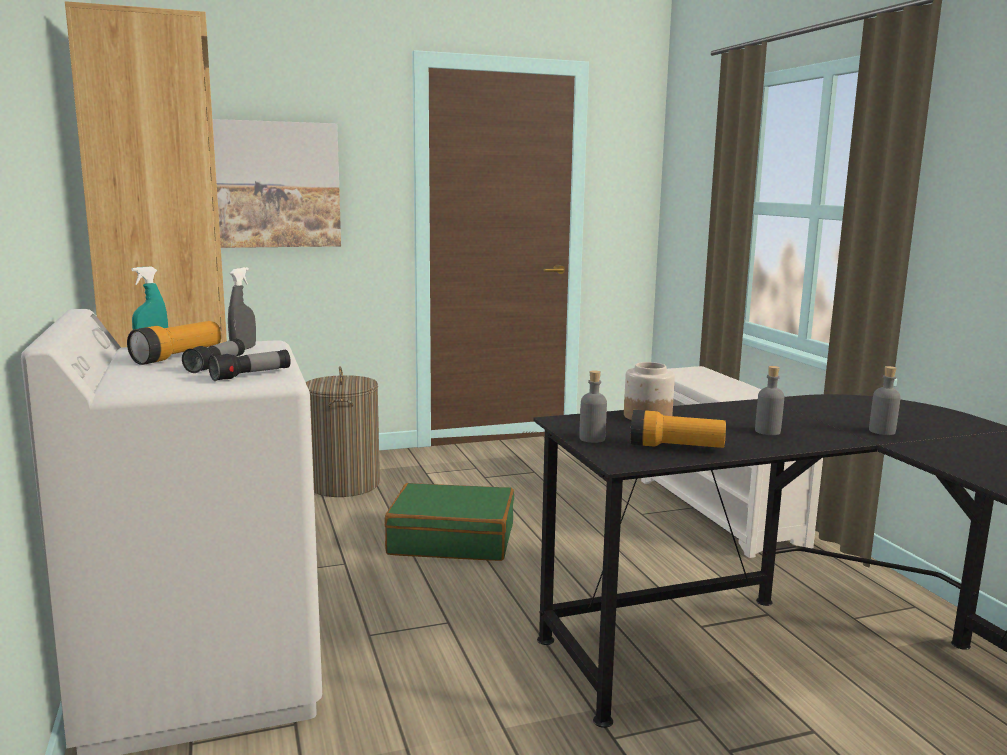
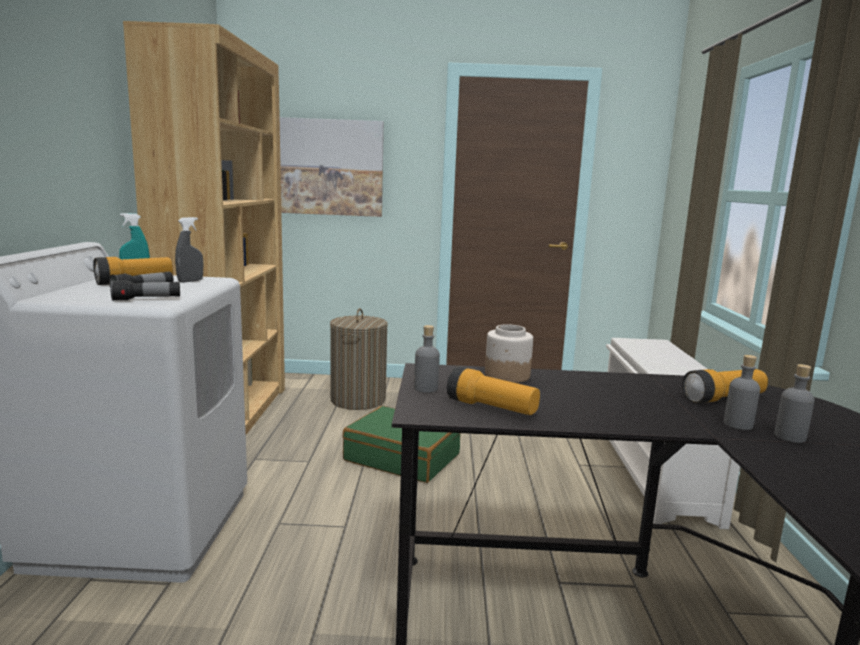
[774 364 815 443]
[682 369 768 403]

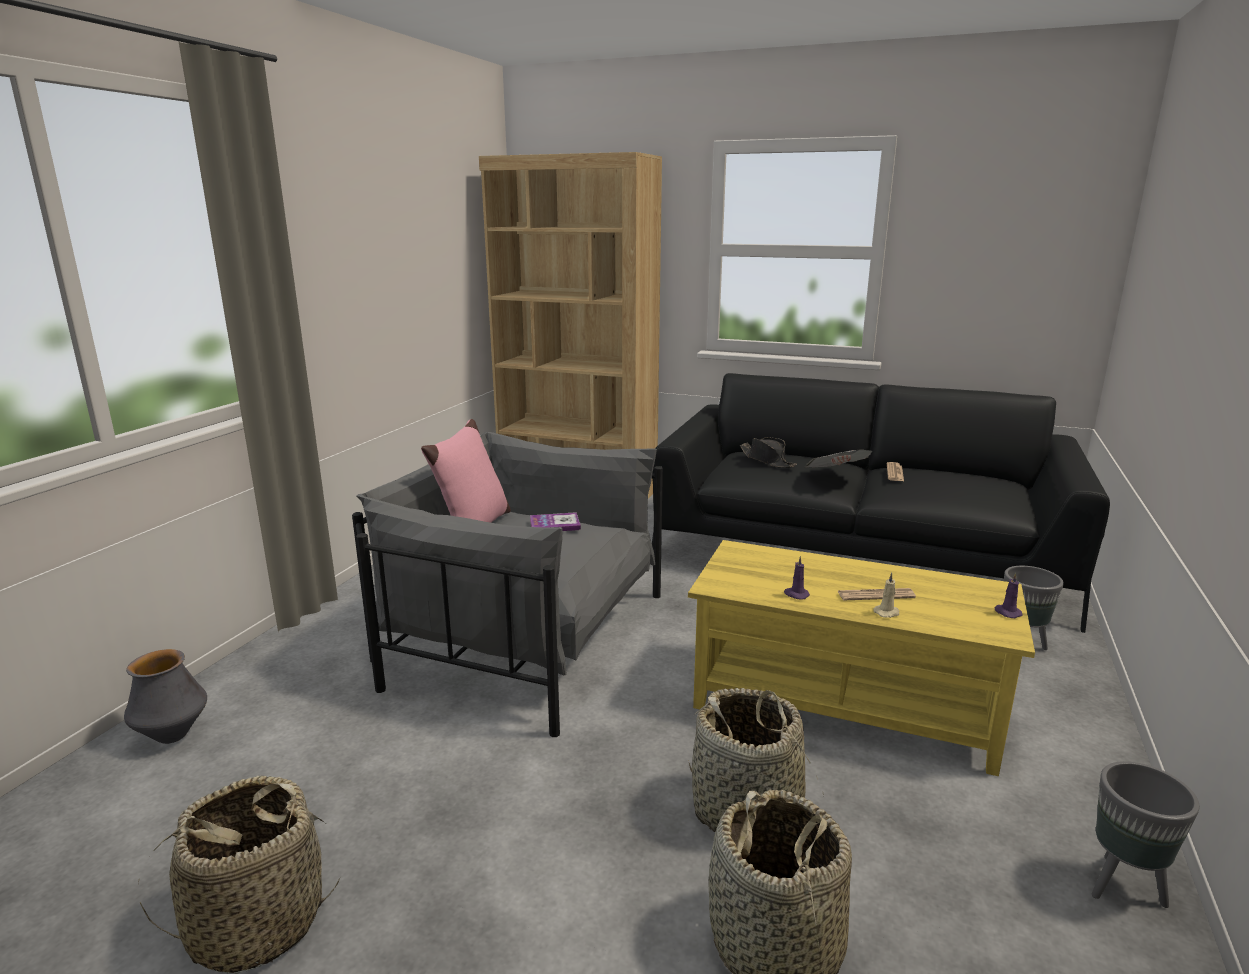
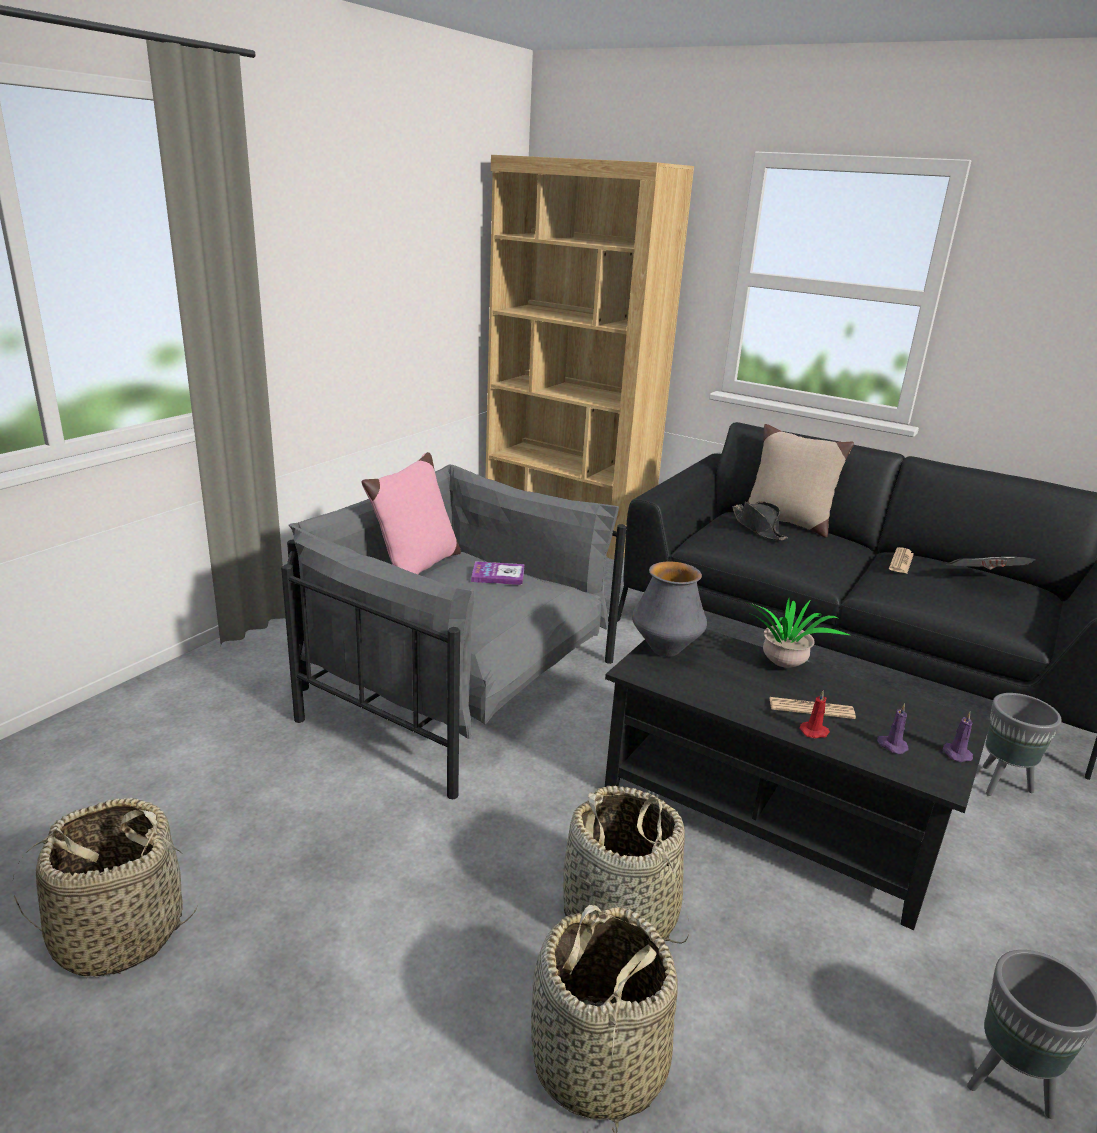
[632 562 707 657]
[605 629 991 930]
[877 704 909 754]
[946 557 1035 570]
[799 690 830 738]
[746 598 849 668]
[747 424 854 538]

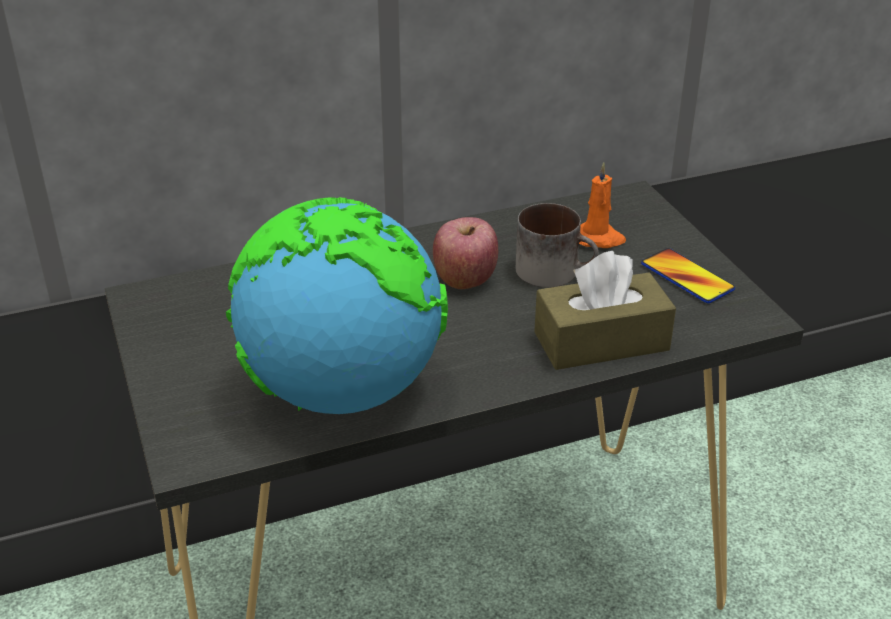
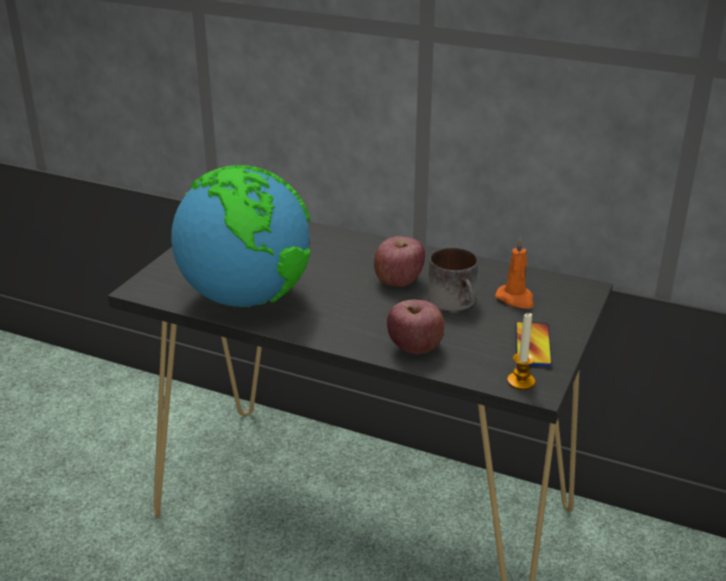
[387 299 444 354]
[507 312 535 390]

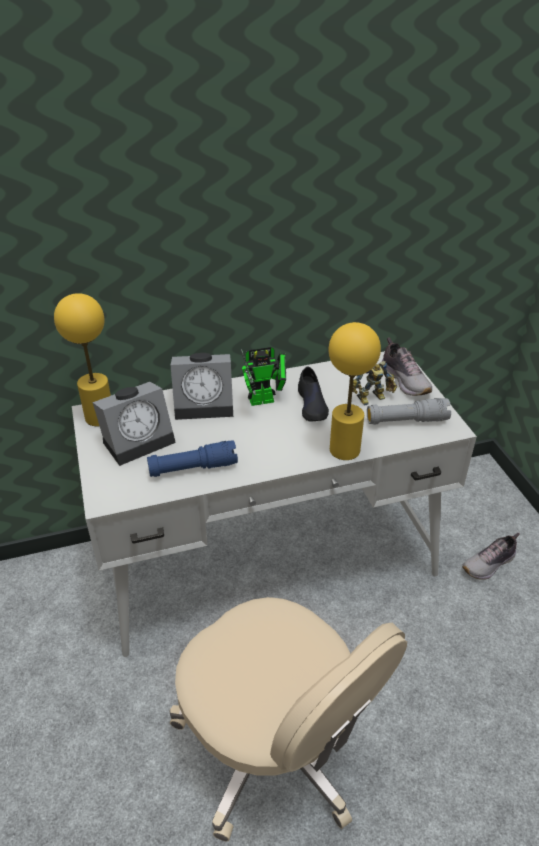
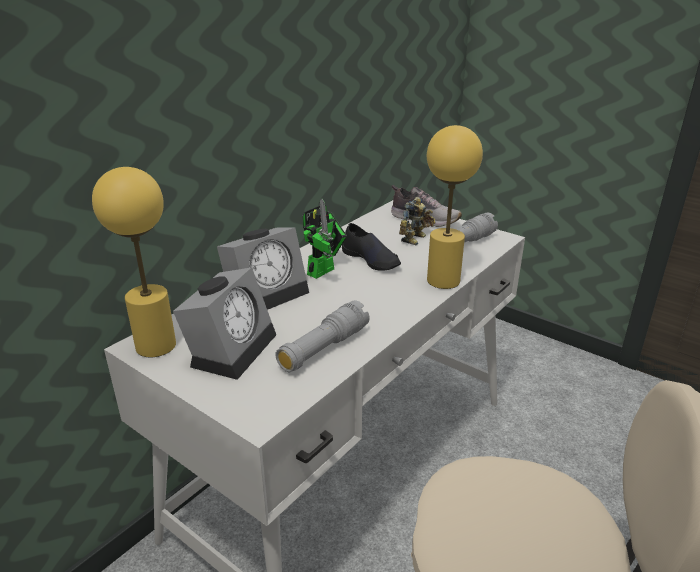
[276 300 370 372]
[462 533 520 580] (first image)

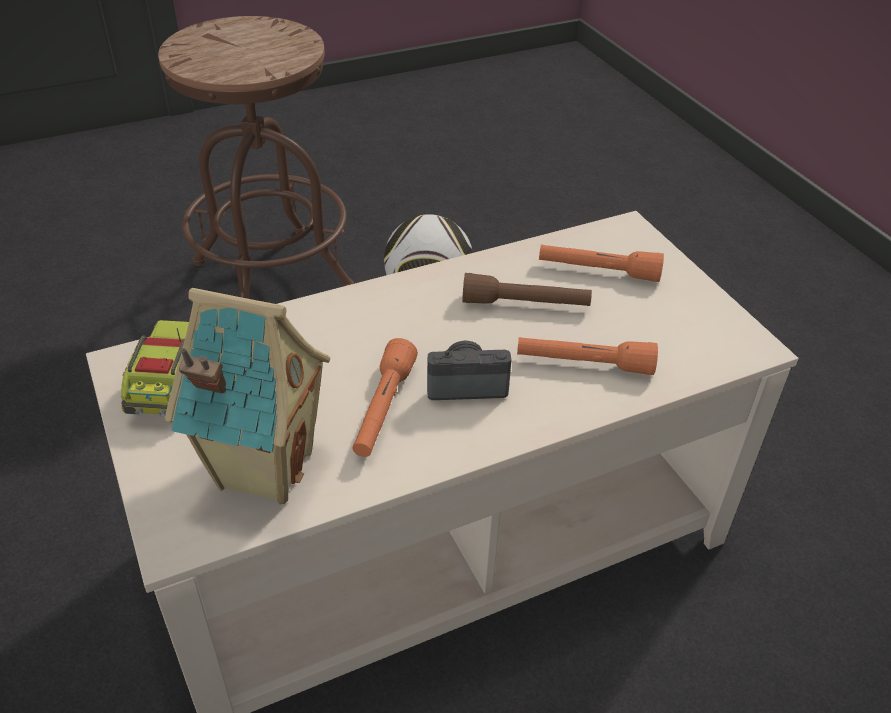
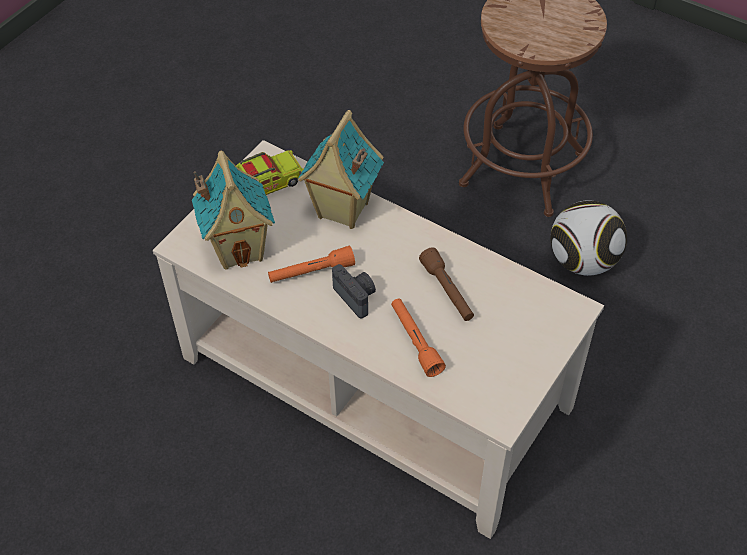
[539 245 664 282] (first image)
[298 110 384 229]

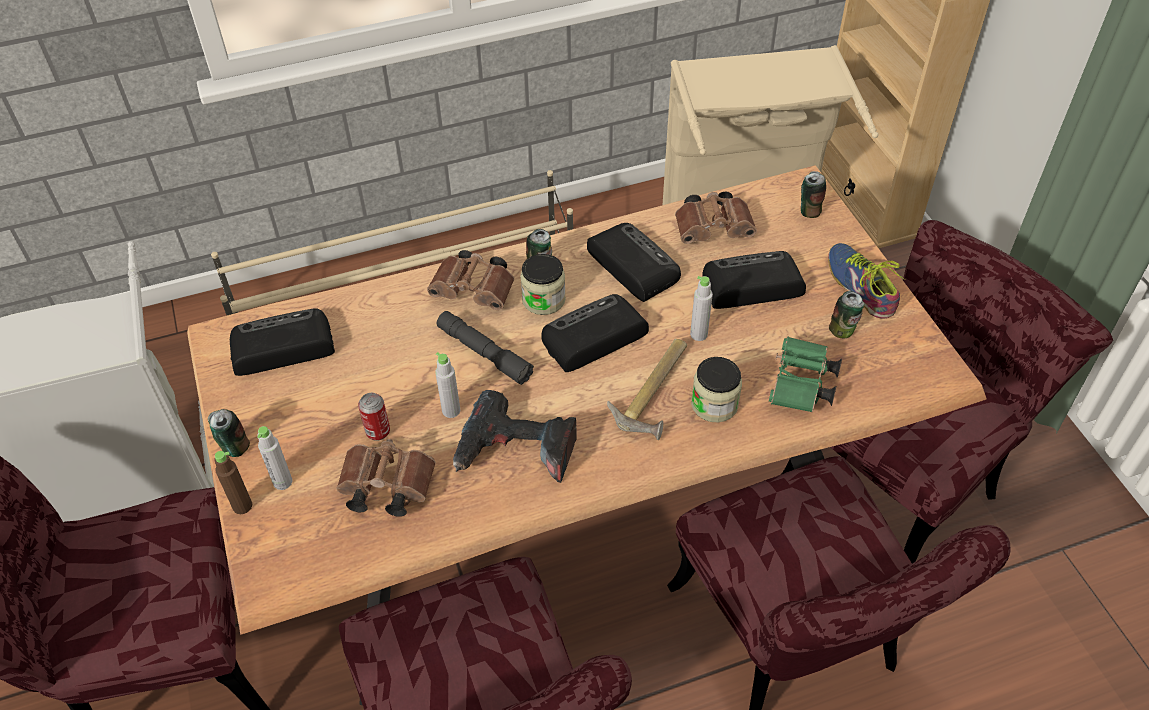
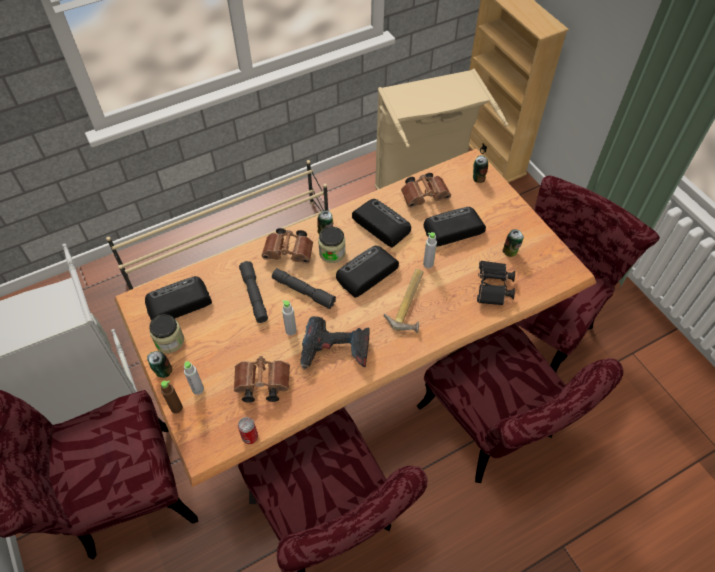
[238 417 258 444]
[149 314 184 353]
[477 260 515 305]
[828 243 906 319] (first image)
[239 261 268 323]

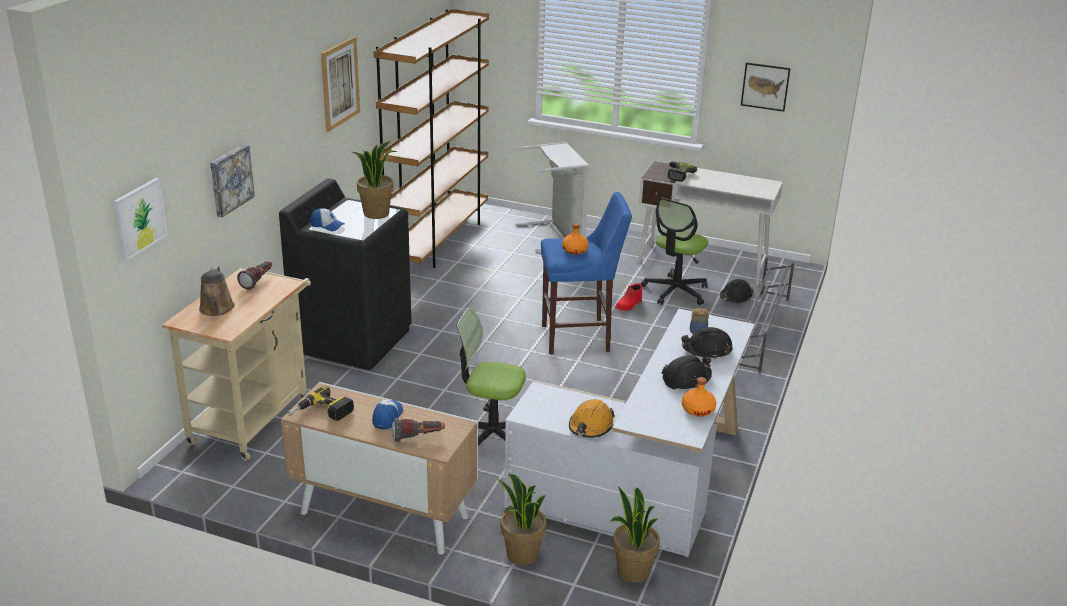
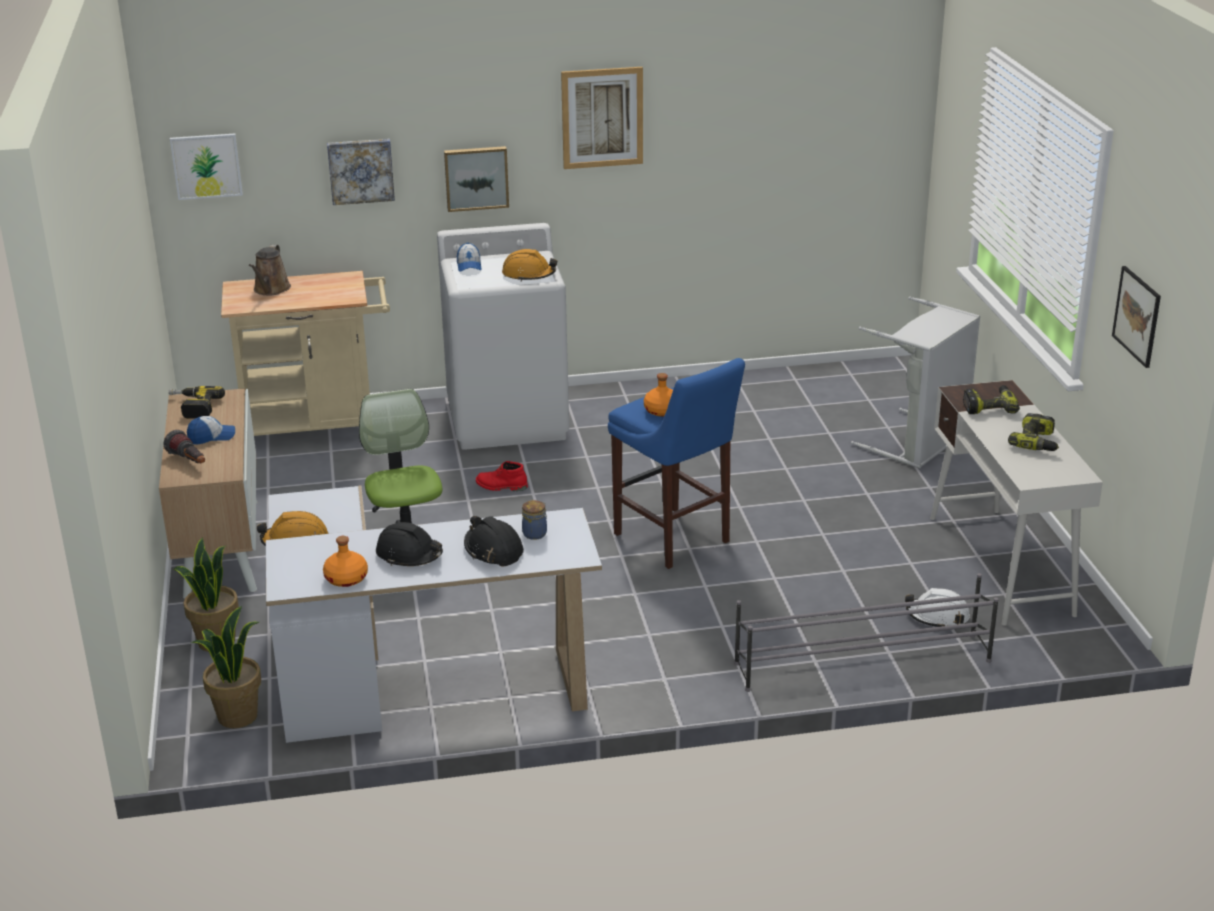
[249 245 291 296]
[237 261 272 290] (first image)
[437 223 569 450]
[502 249 557 282]
[374 9 489 268] (first image)
[476 461 528 491]
[641 197 708 305] (first image)
[905 588 970 627]
[444 146 509 212]
[1008 413 1059 451]

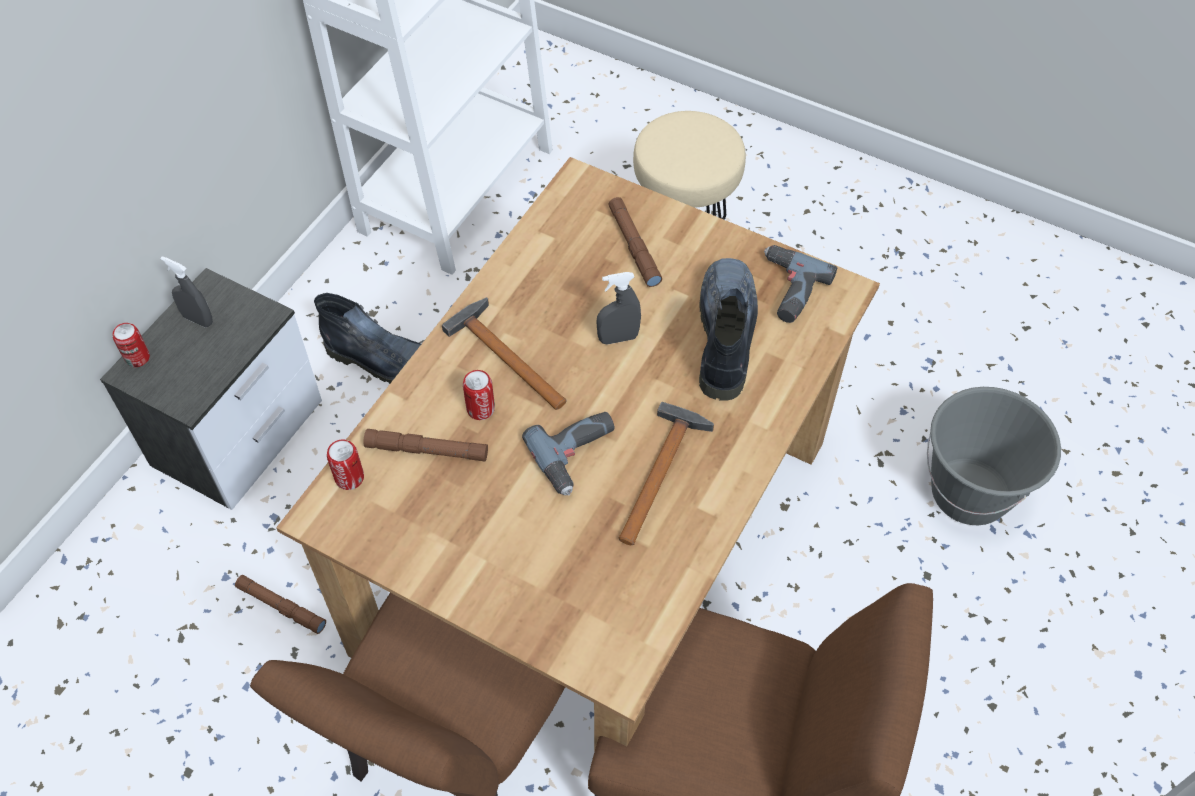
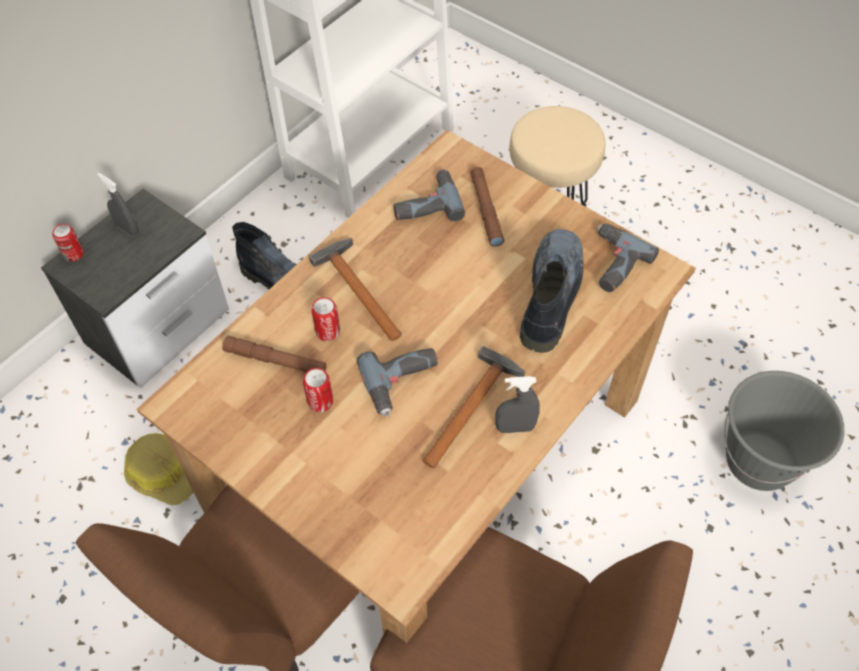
[124 433 193 505]
[303 368 333 412]
[495 376 540 433]
[393 169 465 221]

